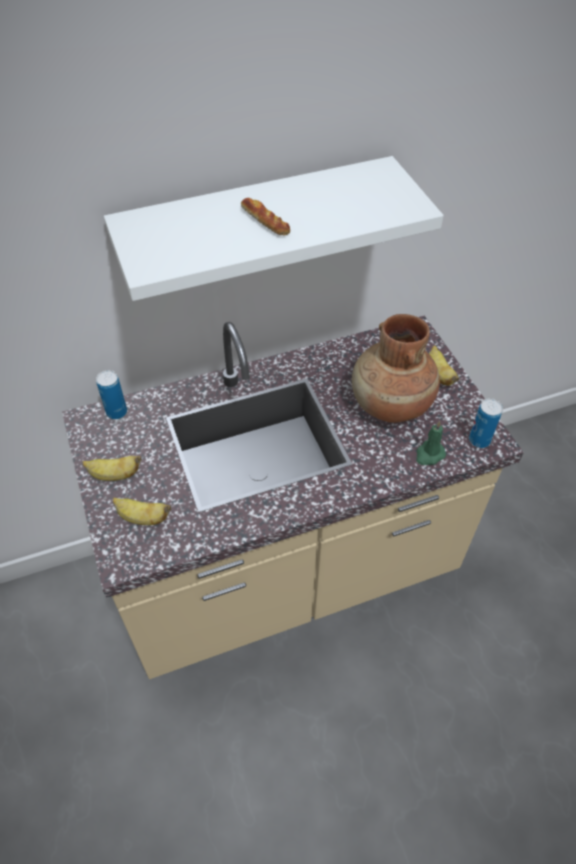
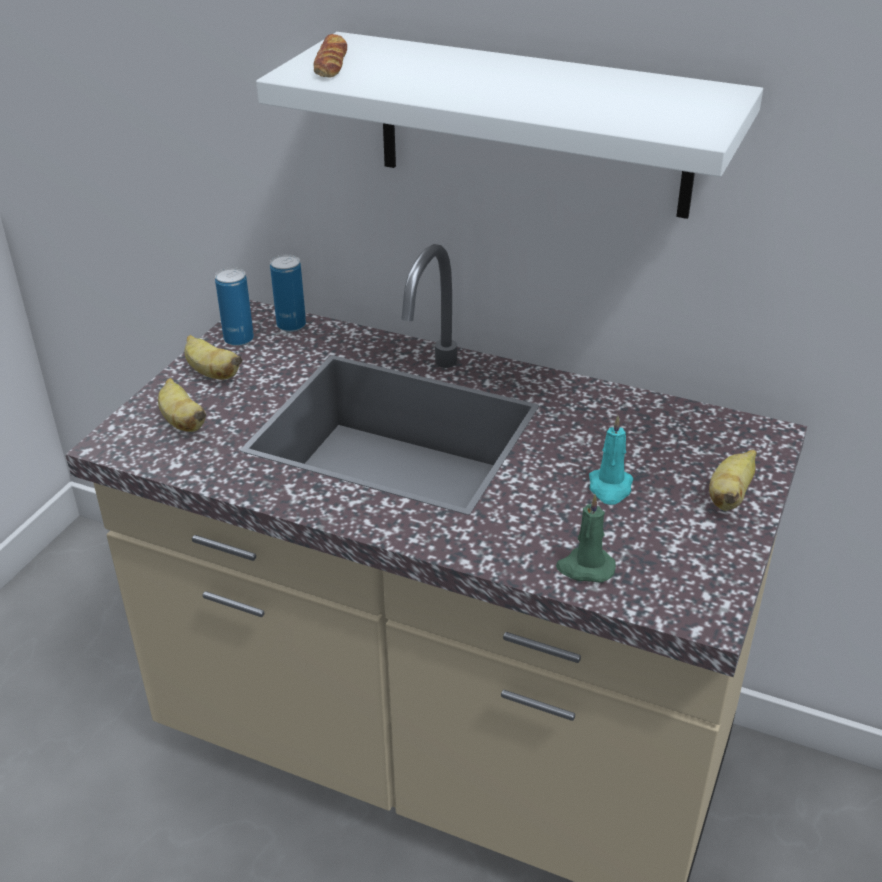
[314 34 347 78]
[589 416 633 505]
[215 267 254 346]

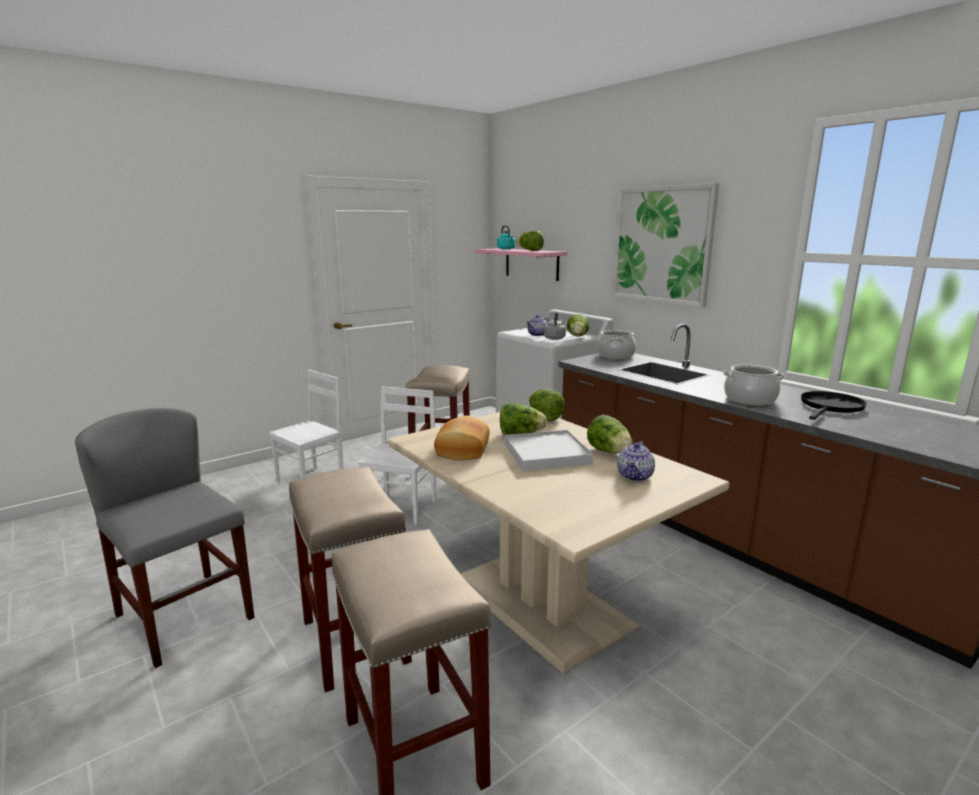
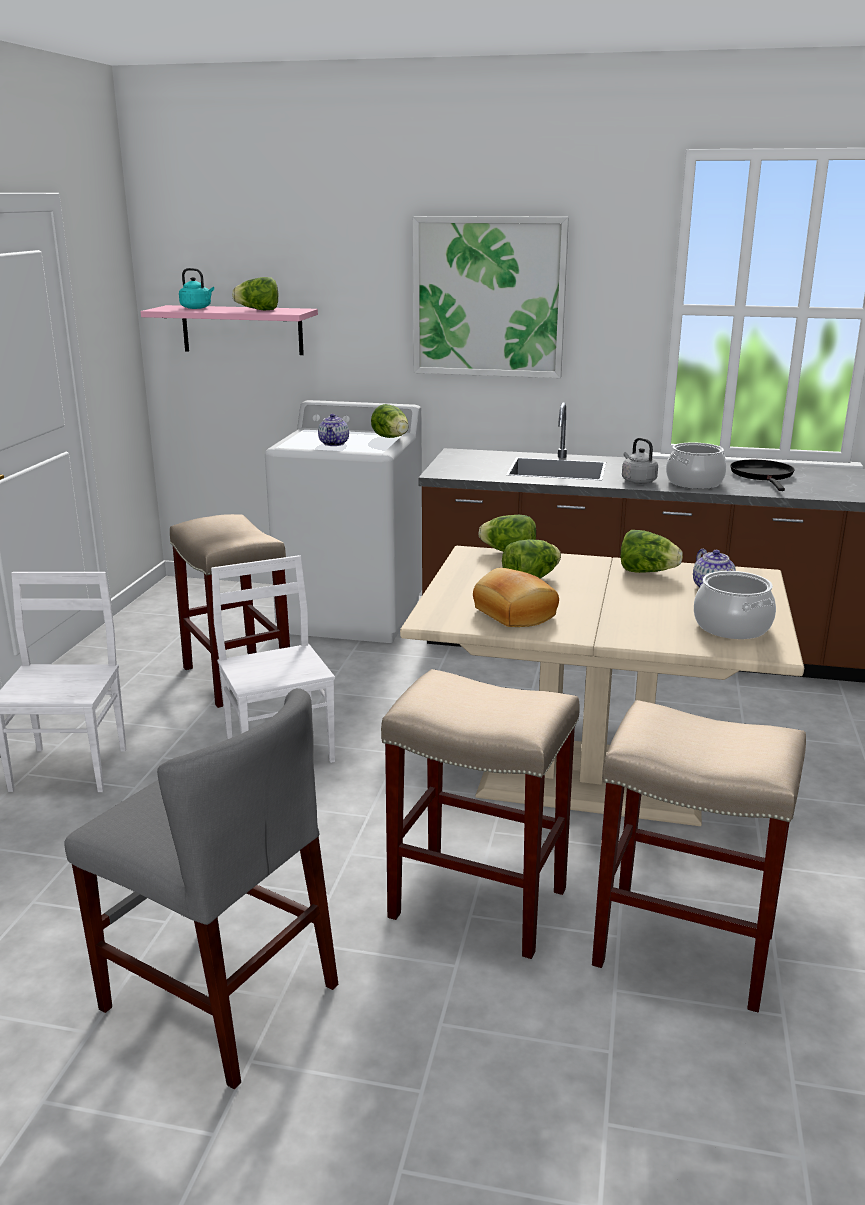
[64 688 338 1089]
[505 430 593 471] (first image)
[622 438 658 484]
[694 571 776 639]

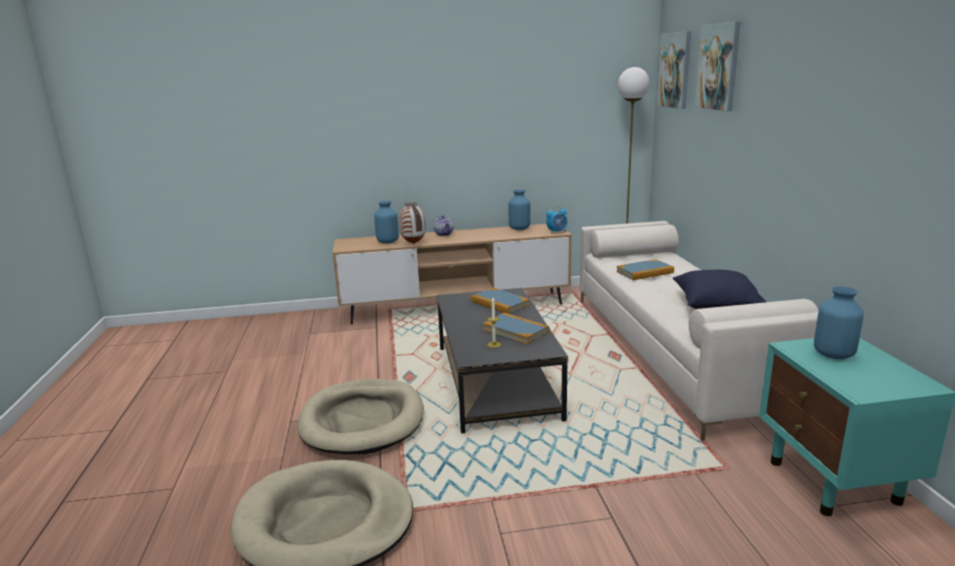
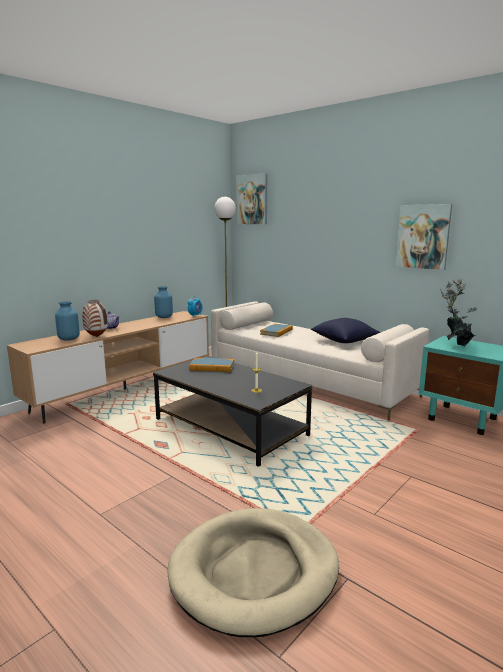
[297 379 424 454] (first image)
[482 313 549 345] (first image)
[395 204 452 270]
[440 278 477 347]

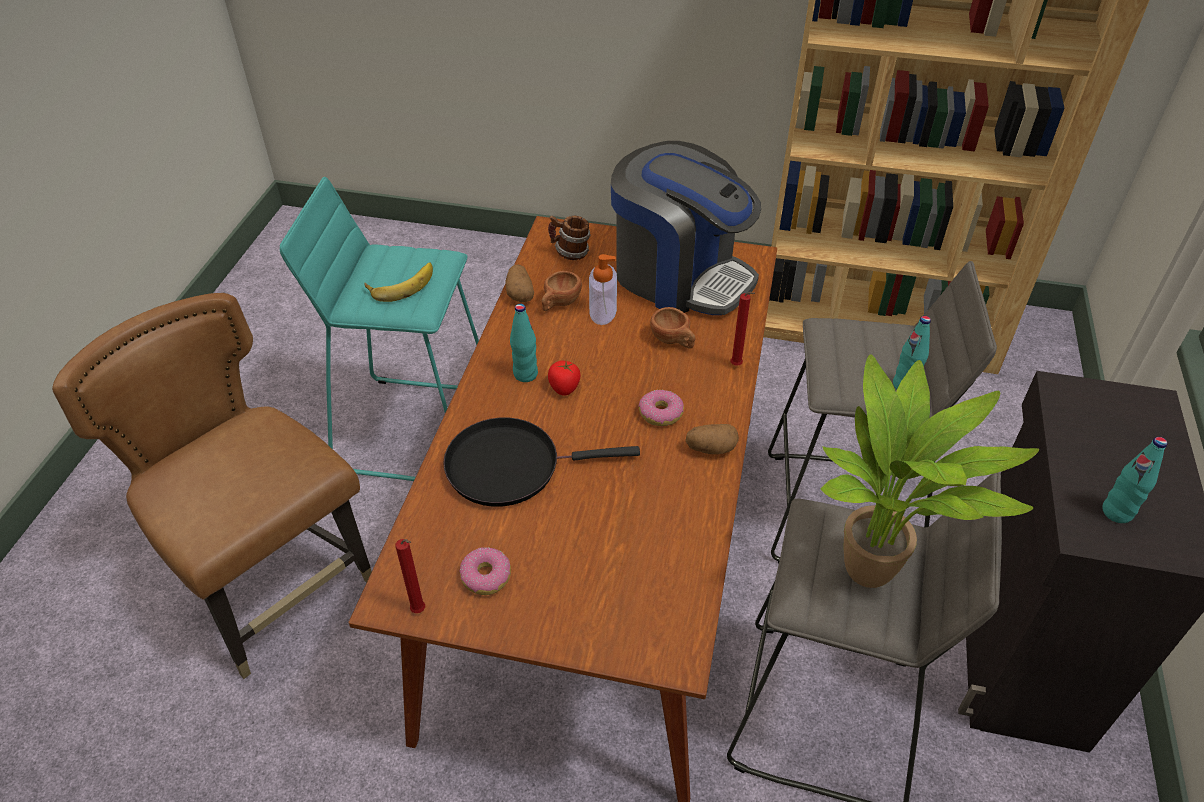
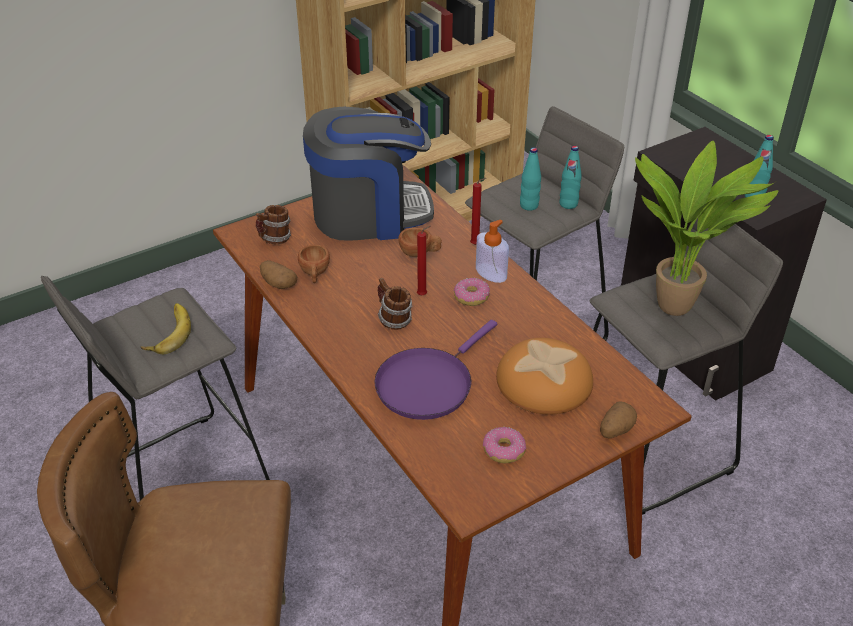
[41 276 270 500]
[417 226 430 295]
[374 320 497 420]
[520 147 541 211]
[378 278 413 330]
[476 220 509 283]
[600 401 637 438]
[496 338 593 414]

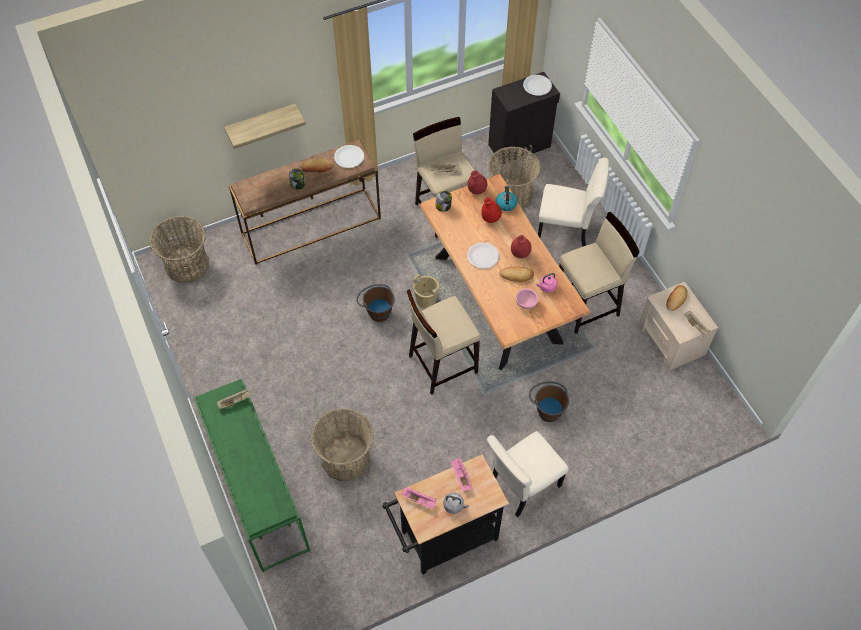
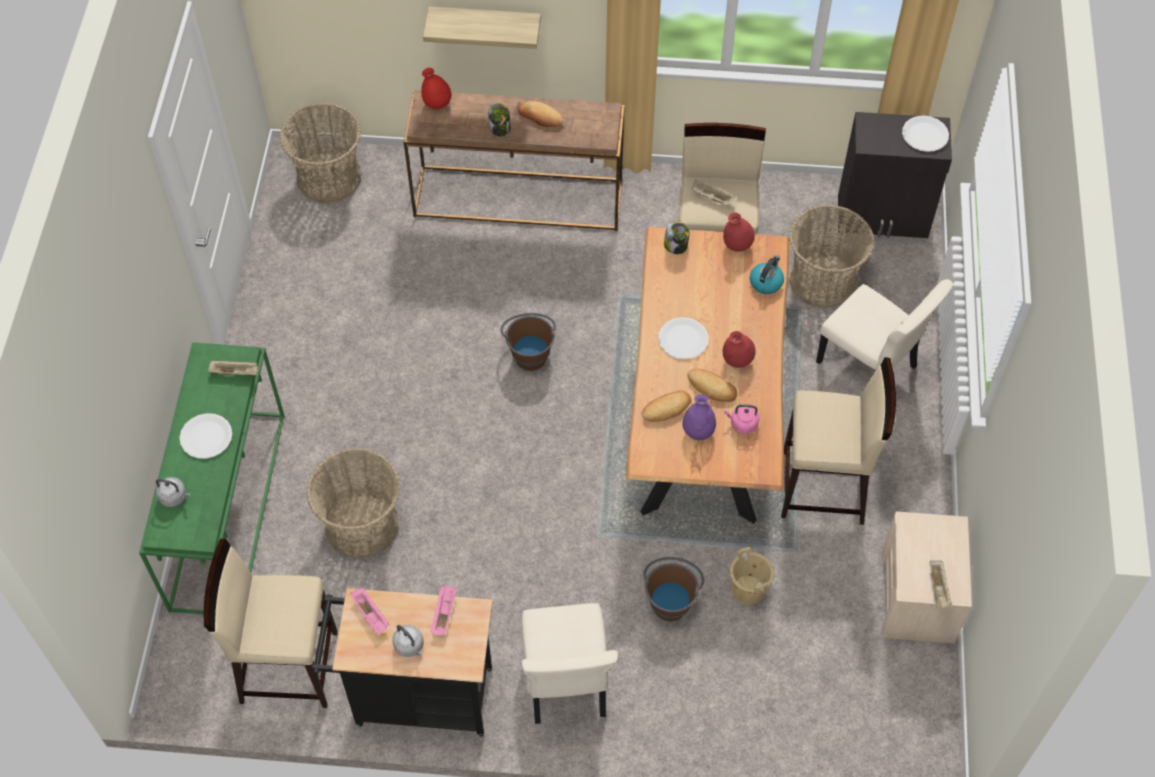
[179 413 232 459]
[204 539 338 708]
[730 547 774 605]
[421 68 451 109]
[521 603 618 724]
[682 394 716 440]
[641 391 691 422]
[156 477 190 507]

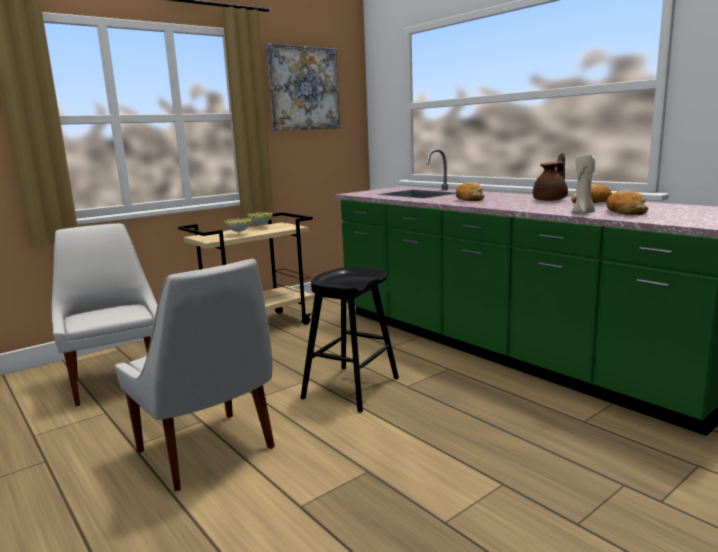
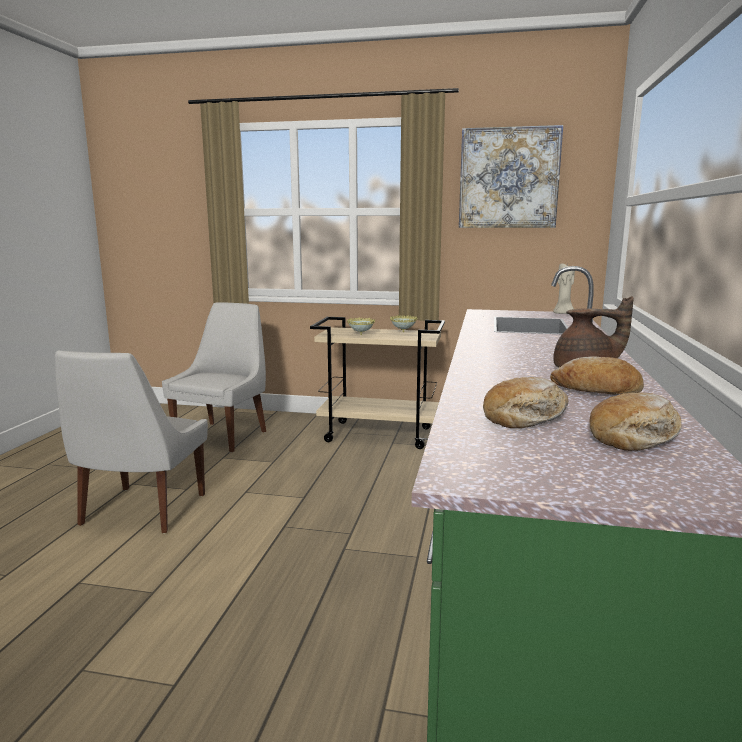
[301 267 399 412] (first image)
[590 392 682 451]
[553 264 575 314]

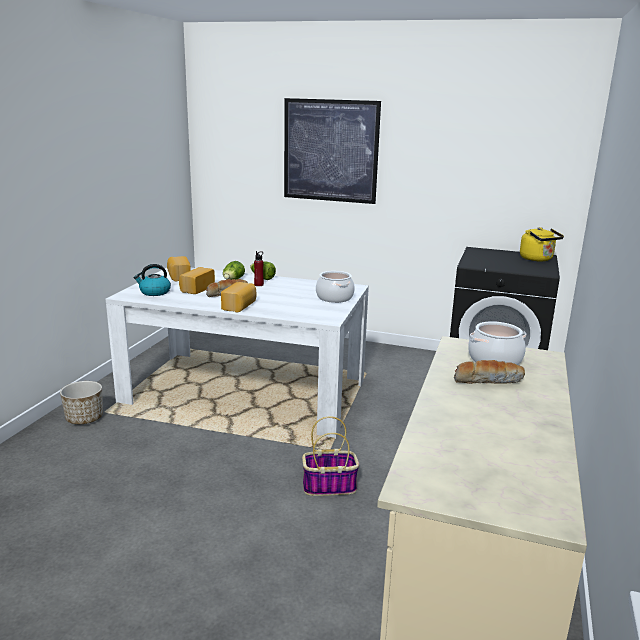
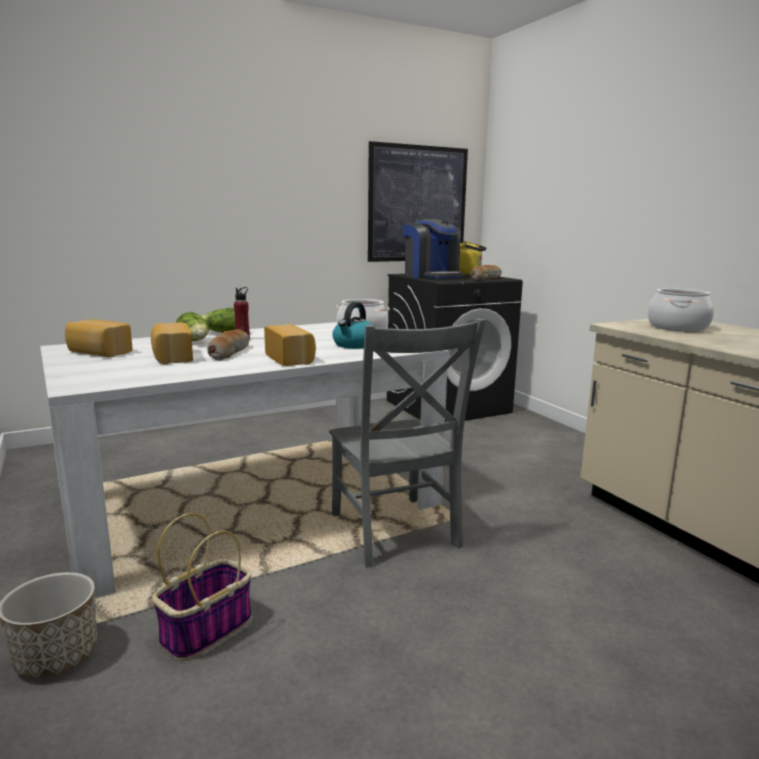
[332 302 372 349]
[368 141 468 262]
[152 513 252 661]
[470 265 502 280]
[329 318 486 567]
[402 219 463 279]

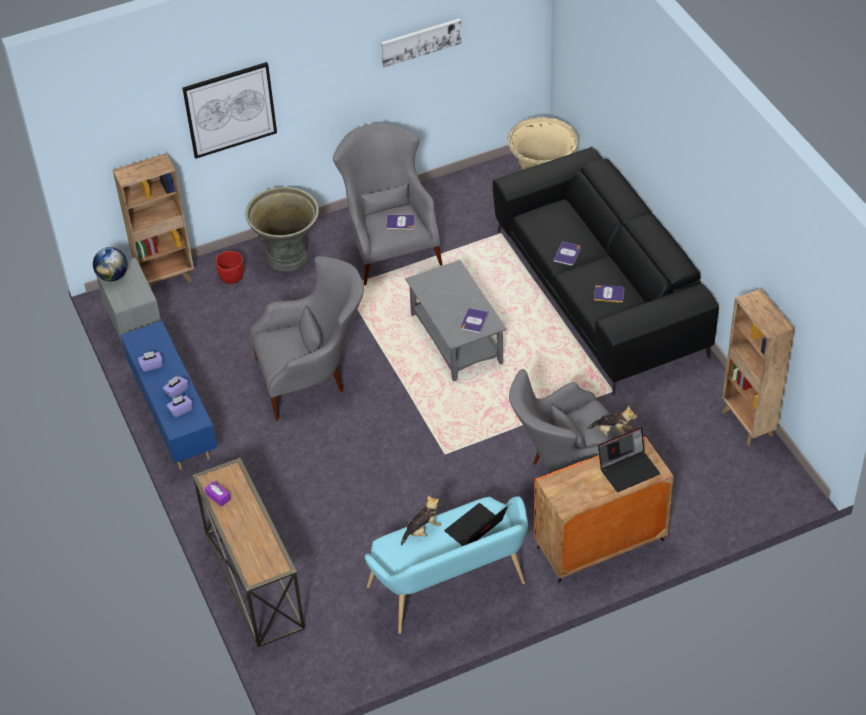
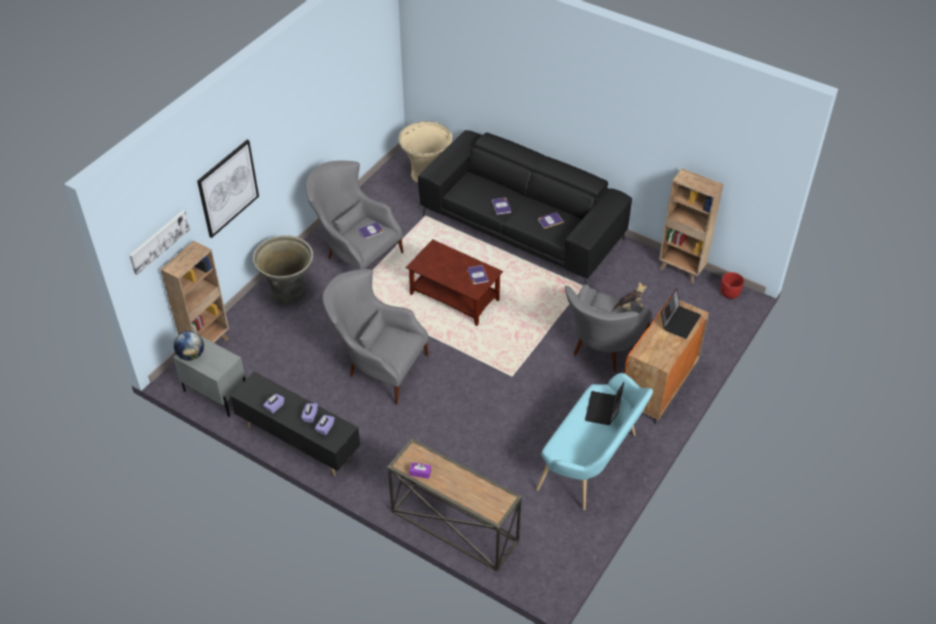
[230 372 360 476]
[720 272 744 299]
[323 269 429 405]
[129 210 190 275]
[401 496 441 545] (first image)
[406 239 503 326]

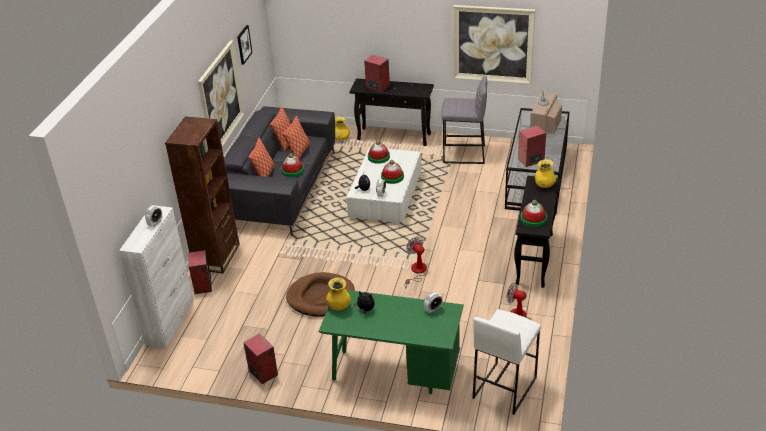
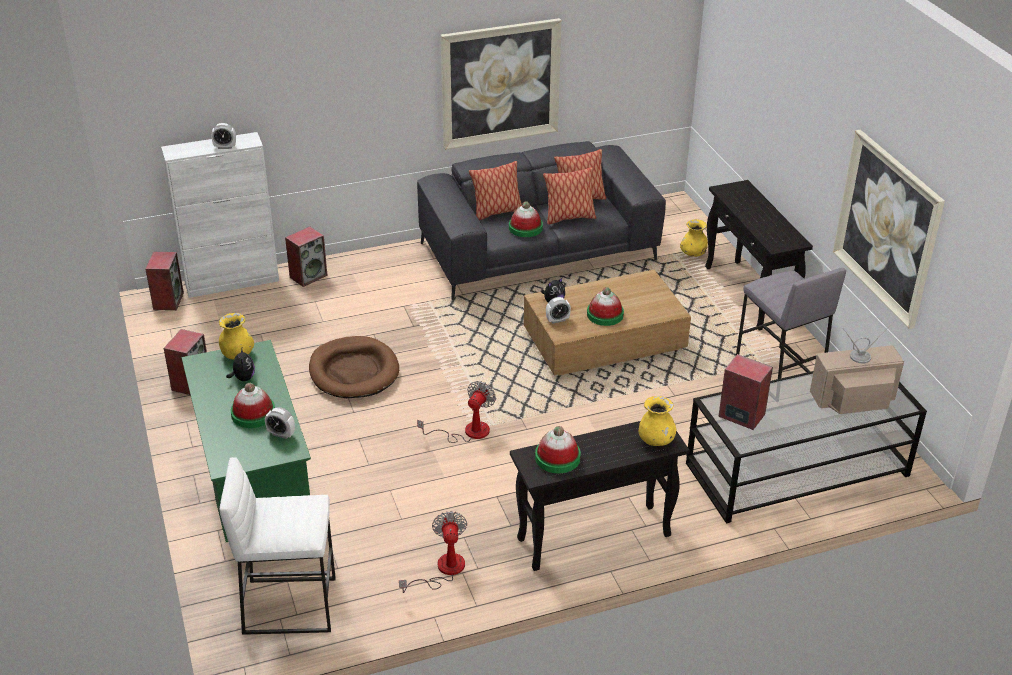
[165 117 240 274] (first image)
[237 25 253 65] (first image)
[524 270 691 376]
[145 252 184 310]
[231 383 275 428]

